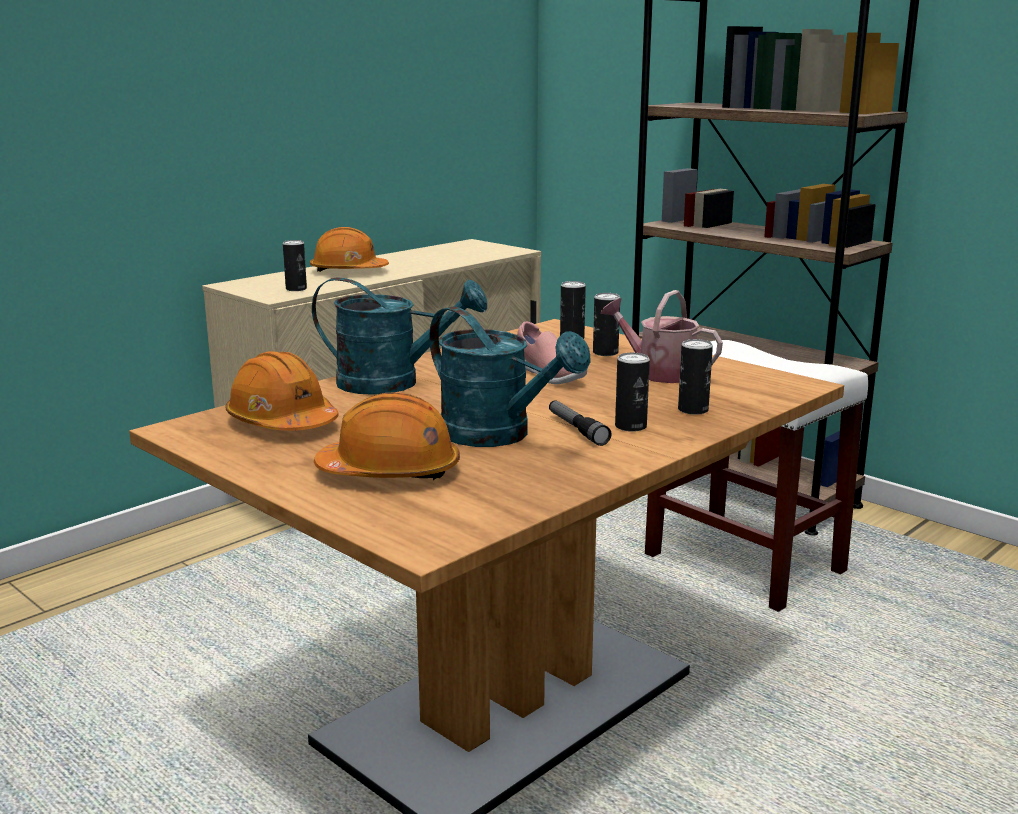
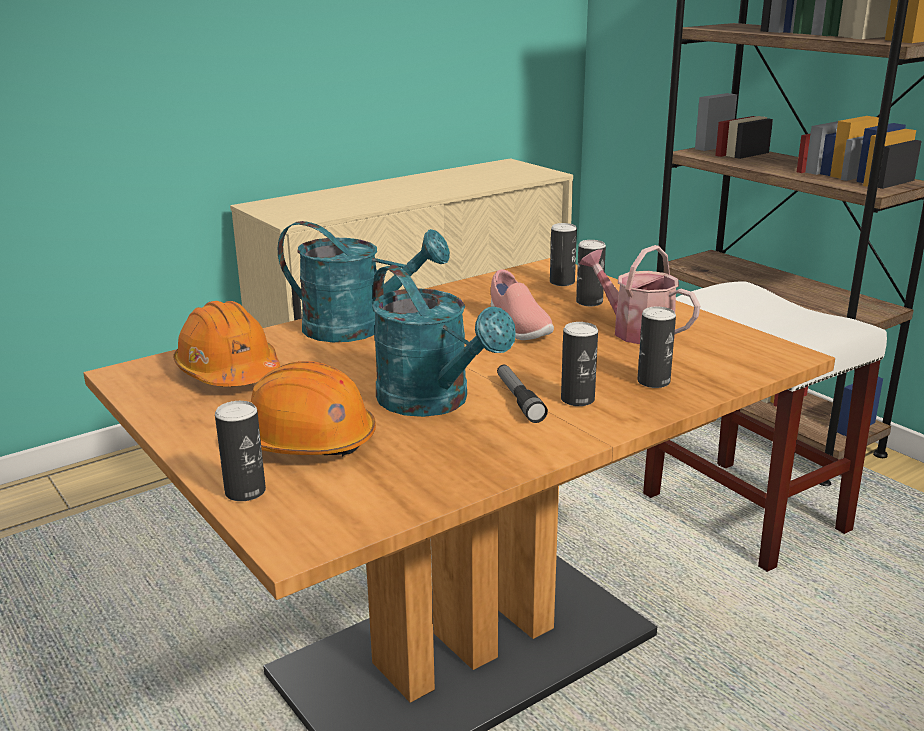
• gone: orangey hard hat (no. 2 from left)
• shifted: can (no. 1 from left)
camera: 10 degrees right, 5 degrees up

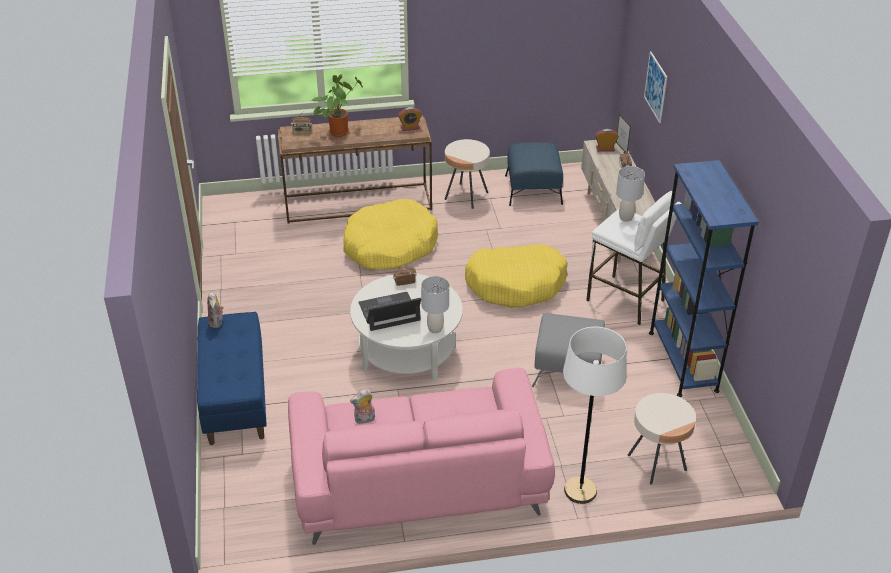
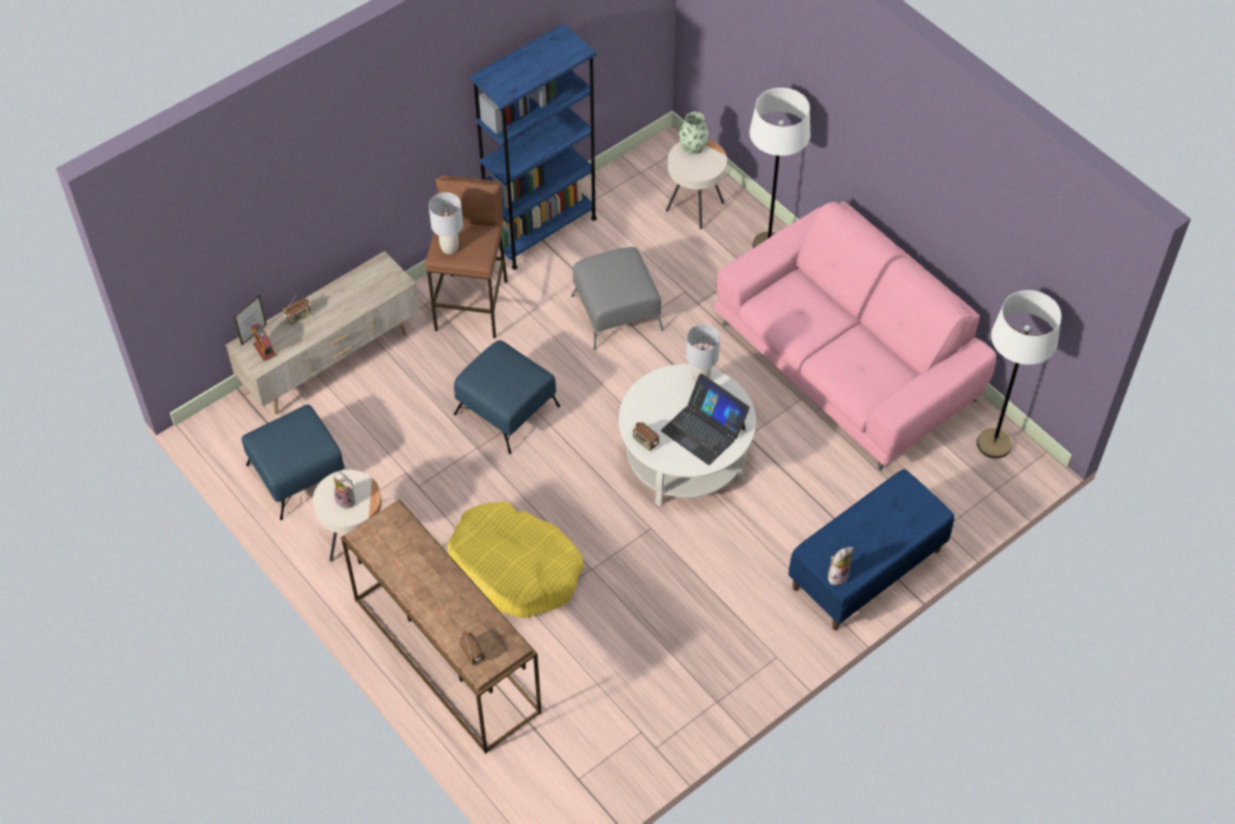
• gone: wall art
• gone: houseplant
• gone: alarm clock (no. 1 from left)
• repainted: white stool to brown stool
• swapped: yellow-coloured dog cushion (no. 2 from left) to blue ottoman (no. 2 from left)
• shifted: plush toy (no. 2 from left in the first image) to plush toy (no. 1 from left)
• new: decorative vase
• new: white standing lamp (no. 2 from left)
camera: 120 degrees left, 15 degrees up

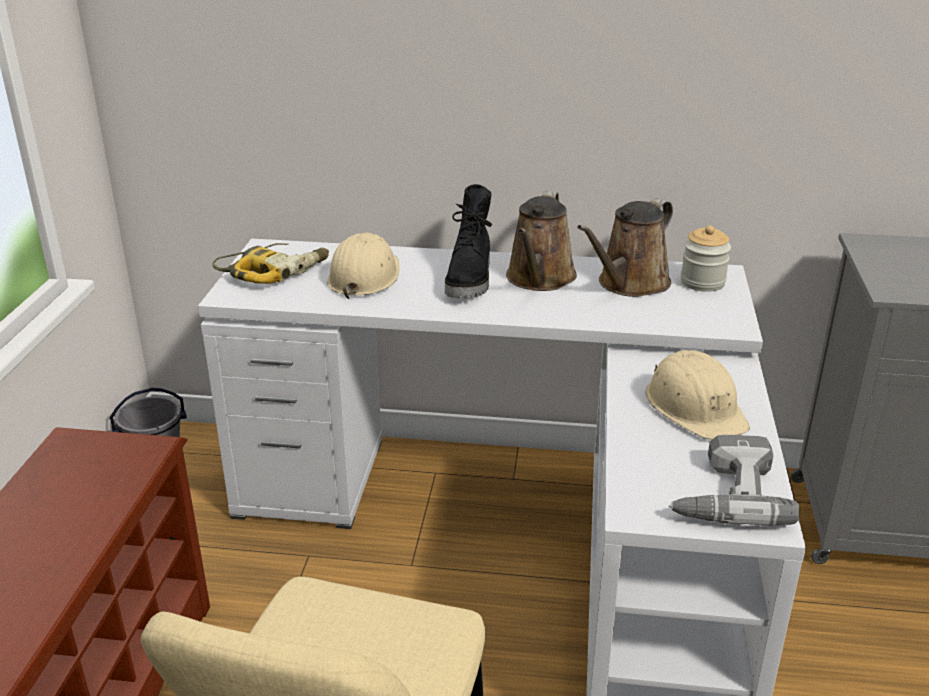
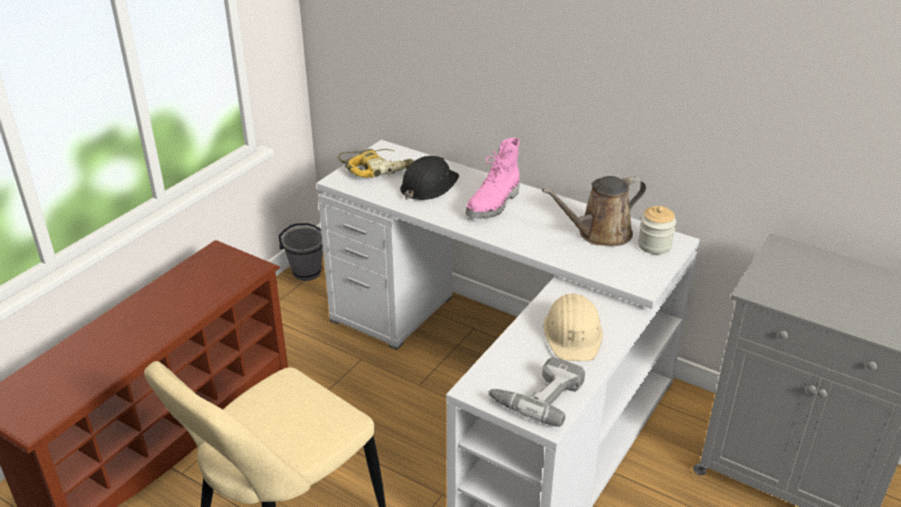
• repainted: black-coloured tall boot to pinkish tall boot
• gone: brown sprinkling can (no. 1 from left)
• repainted: sand-coloured hard hat (no. 1 from left) to black-coloured hard hat
camera: 25 degrees right, 5 degrees up

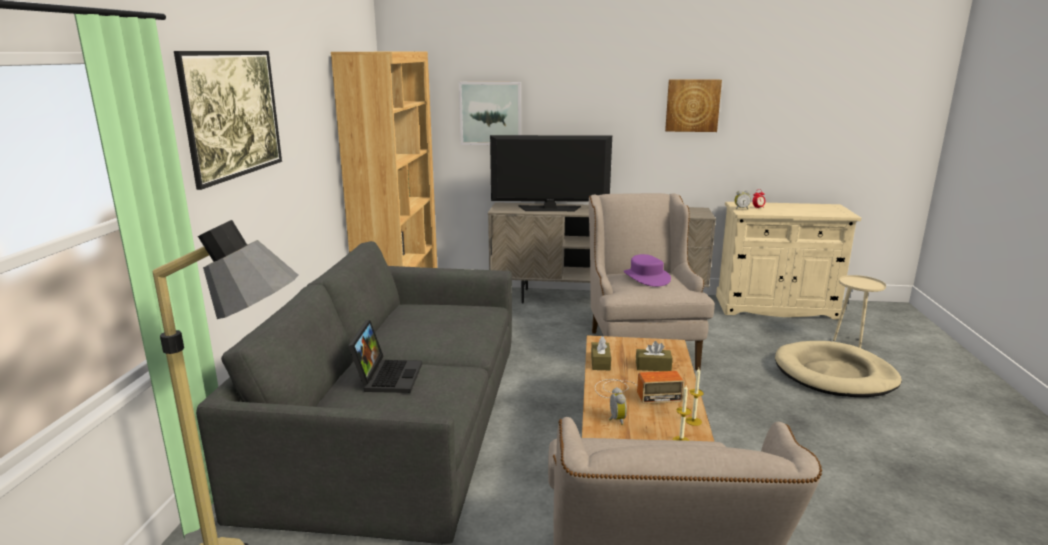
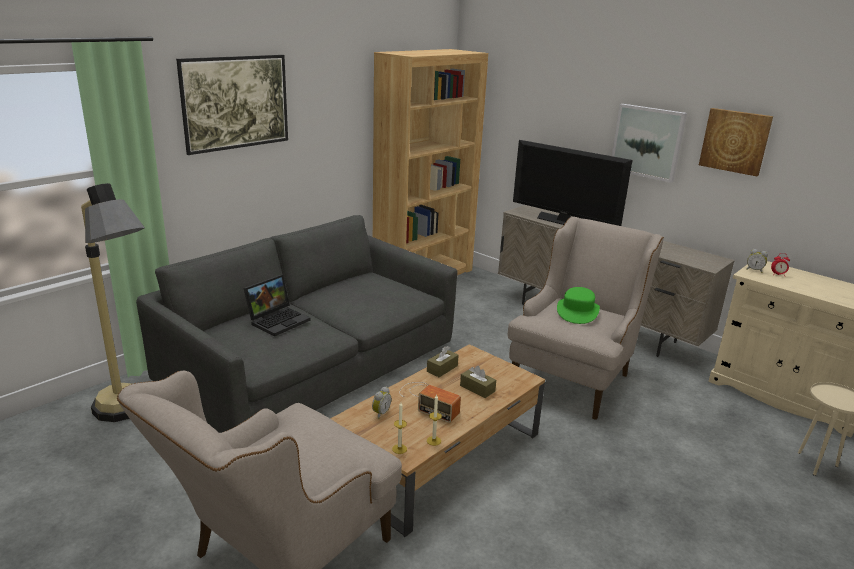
• shifted: wall art (no. 2 from left)
• repainted: purplish wearable hat to green wearable hat
• gone: sand-coloured dog cushion
camera: 35 degrees right, 5 degrees up

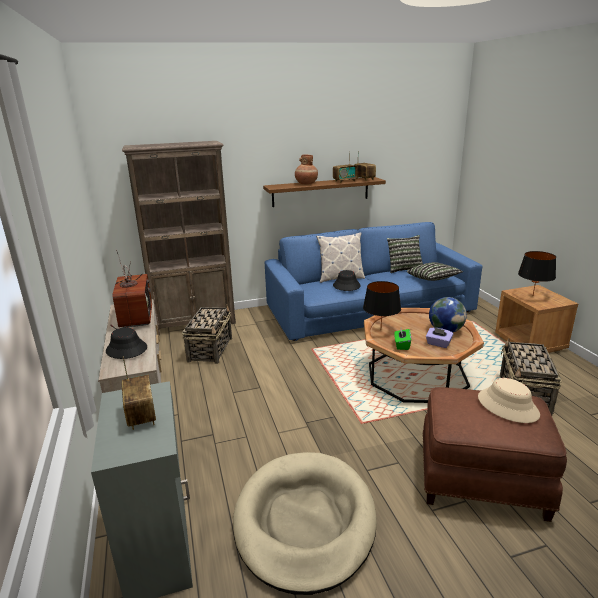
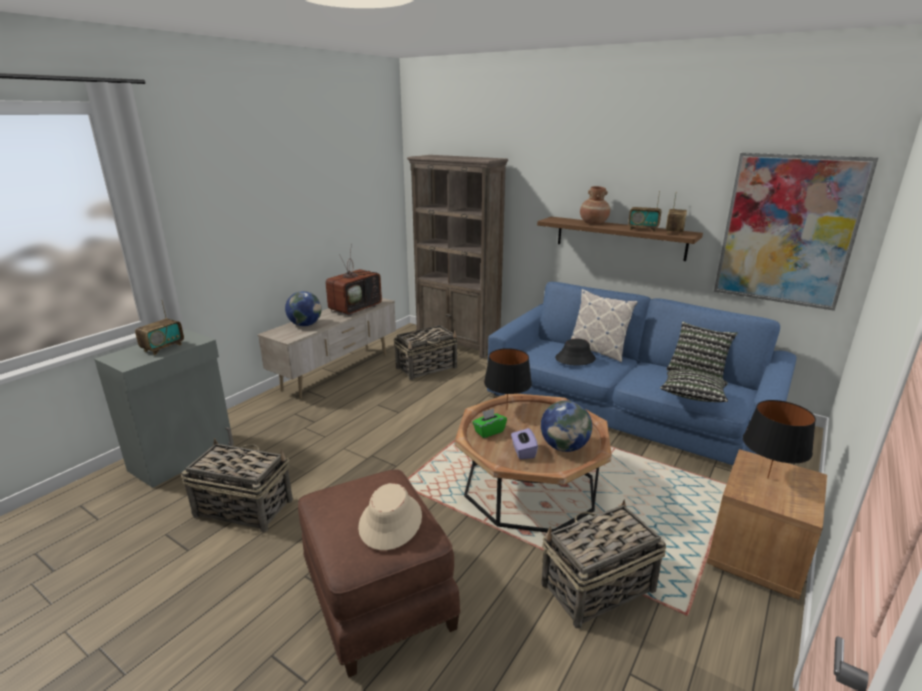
• swapped: black-coloured wearable hat (no. 1 from left) to desk globe (no. 1 from left)
• swapped: sand-coloured dog cushion to basket (no. 1 from left)
• new: wall art
camera: 50 degrees right, 0 degrees up

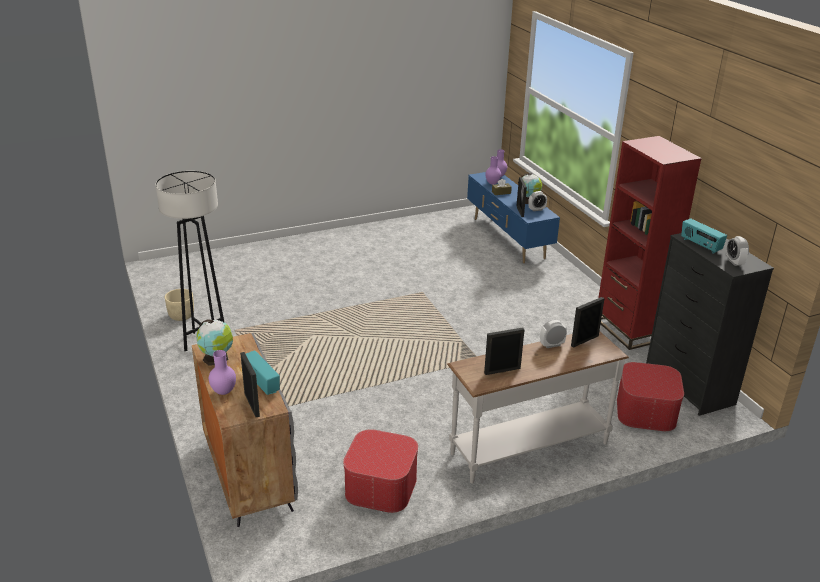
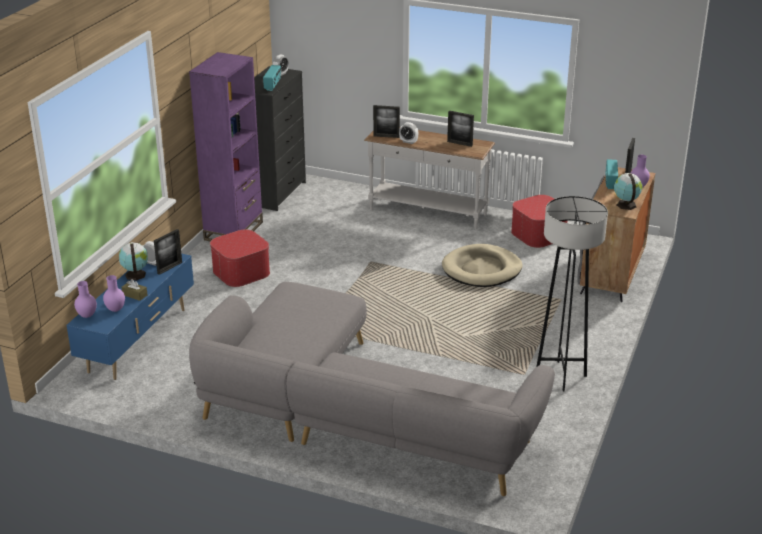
• repainted: reddish bookcase to purplish bookcase
• gone: sand-coloured flower pot
• shifted: ottoman (no. 2 from left in the first image) to ottoman (no. 1 from left)
• new: sand-coloured dog cushion
• new: grey couch
camera: 135 degrees left, 0 degrees up

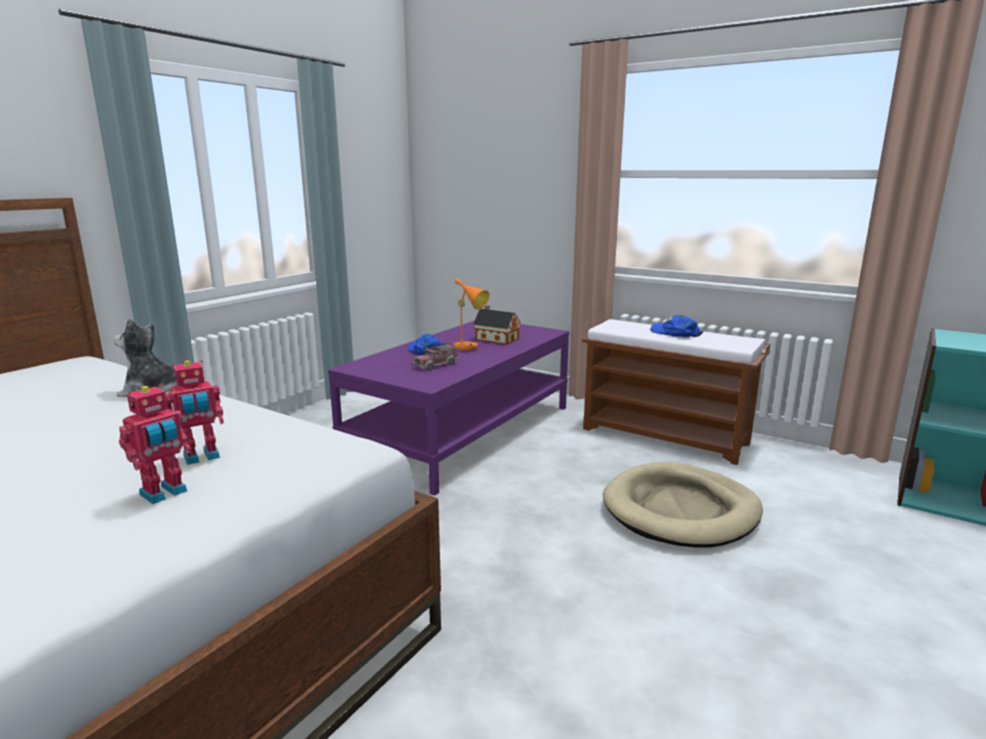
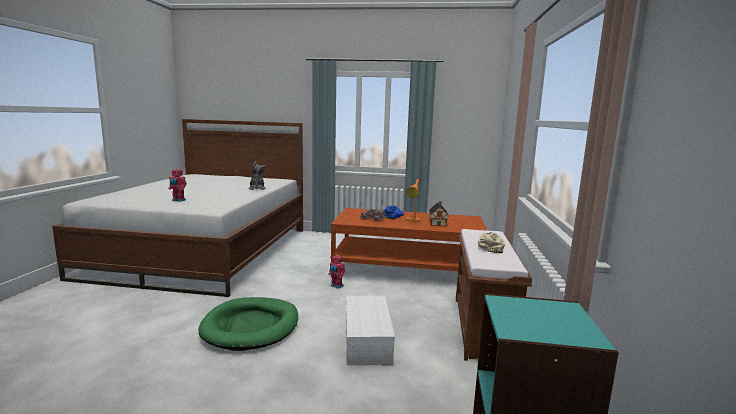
• repainted: blue peaked cap (no. 2 from left) to sand-coloured peaked cap
• repainted: purplish low table to brown low table
• shifted: toy robot (no. 2 from left)
• swapped: sand-coloured dog cushion to white storage box
• new: green dog cushion
camera: 65 degrees right, 5 degrees down

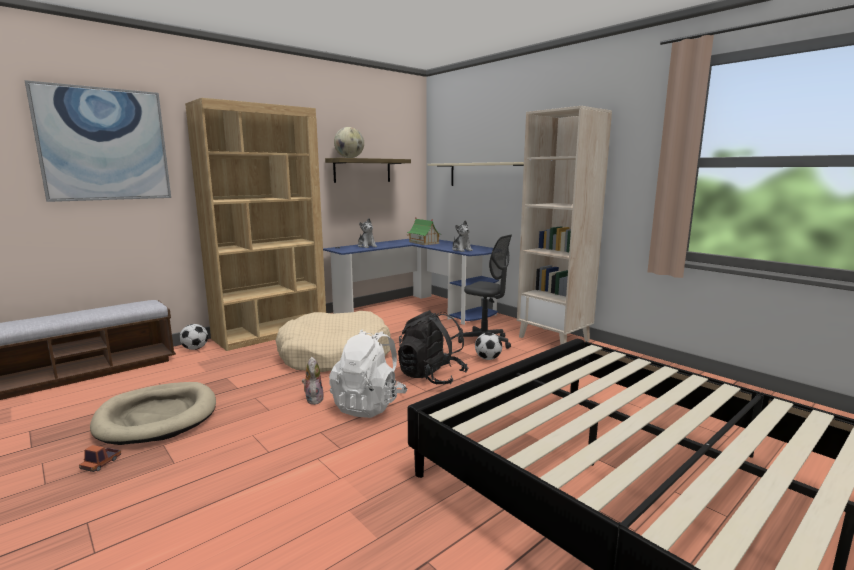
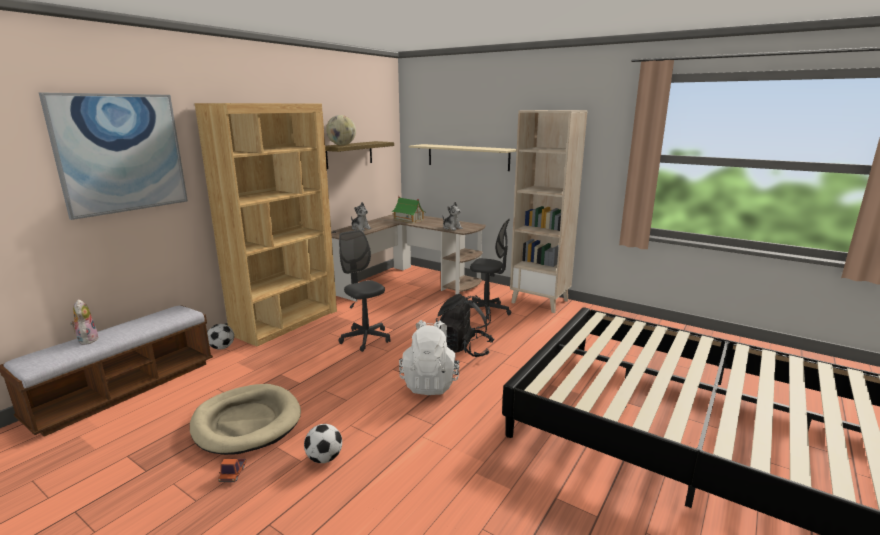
• repainted: blue desk unit to brown desk unit
• swapped: sand-coloured dog cushion (no. 2 from left) to grey desk chair (no. 1 from left)
• shifted: football (no. 2 from left)
• shifted: plush toy (no. 1 from left)
camera: 15 degrees left, 5 degrees up

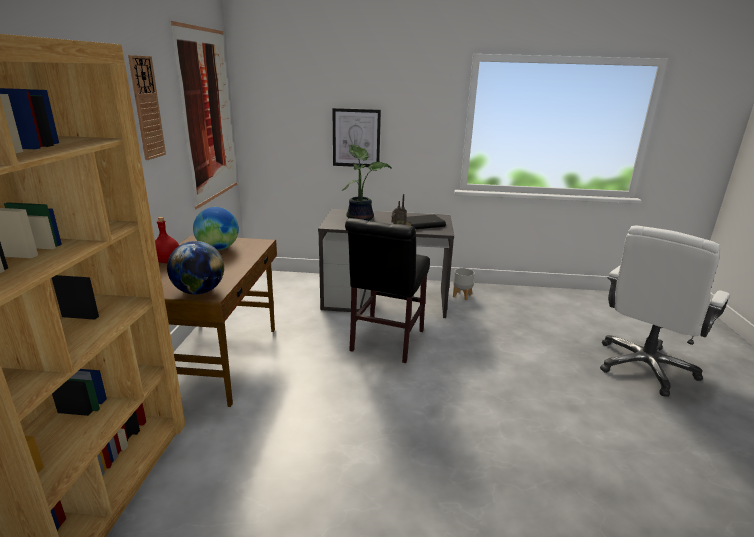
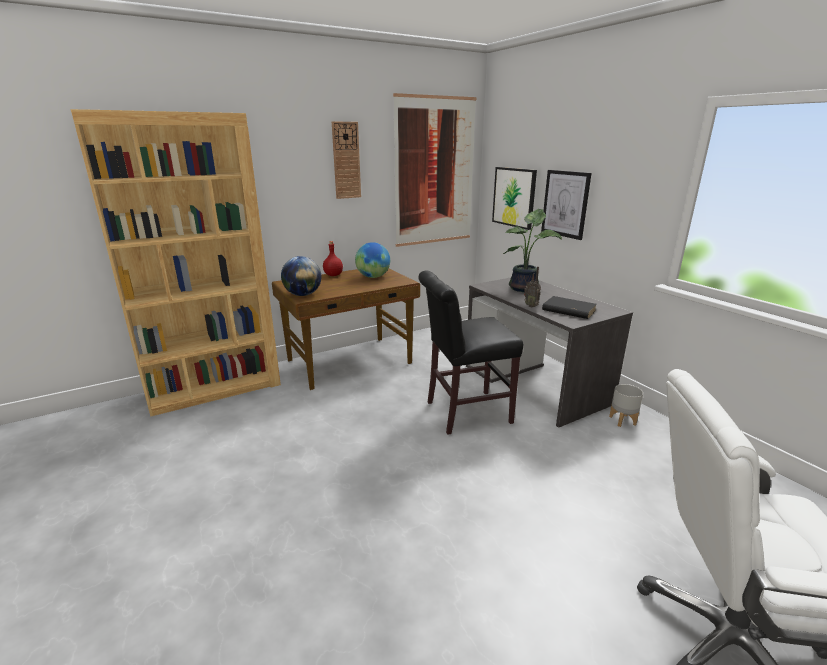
• new: wall art (no. 2 from left)
camera: 55 degrees right, 0 degrees up

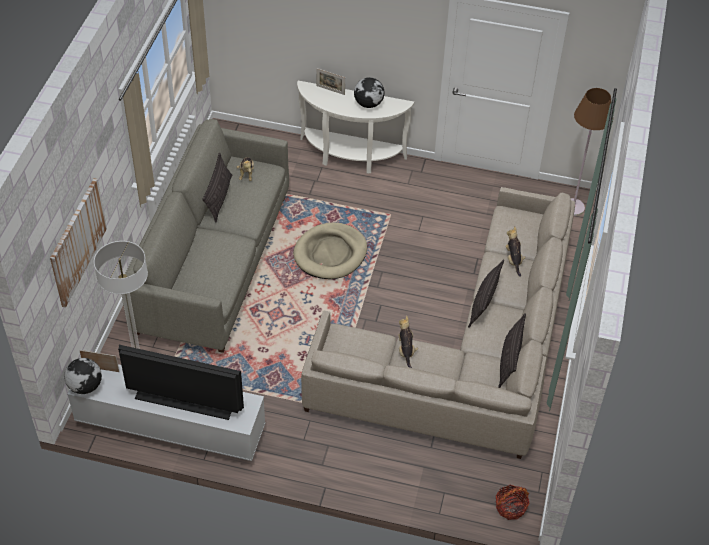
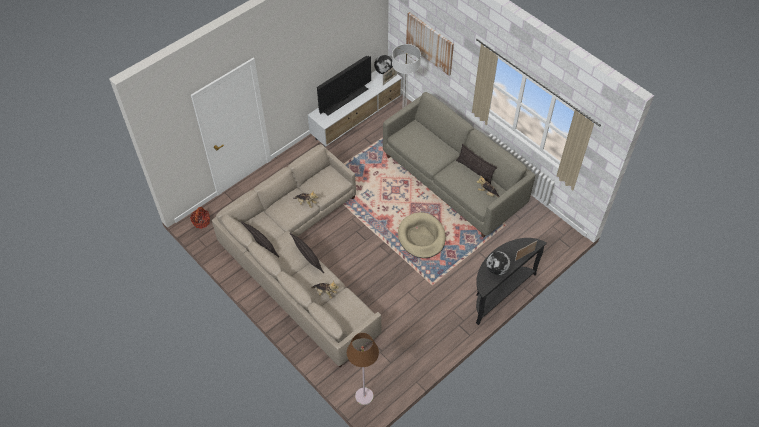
• repainted: white console table to black-coloured console table
camera: 125 degrees right, 5 degrees up

